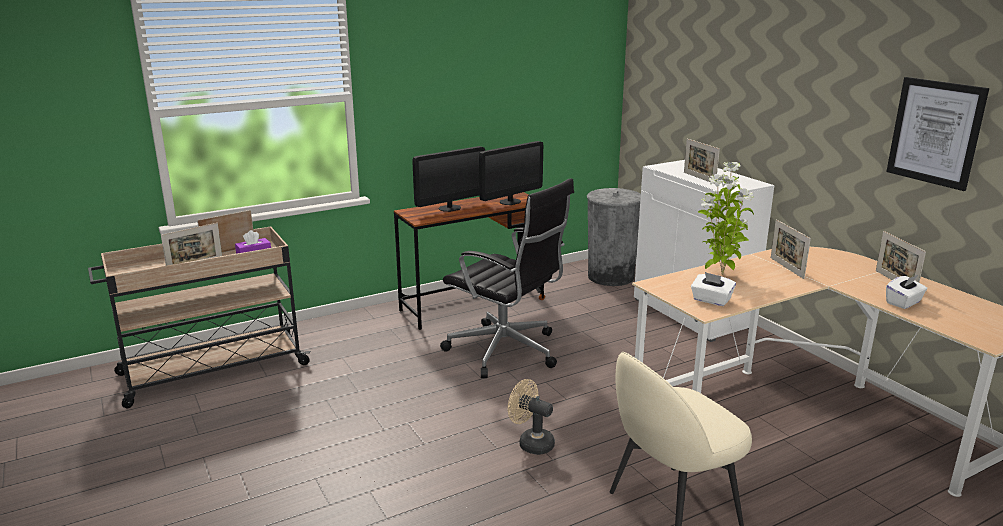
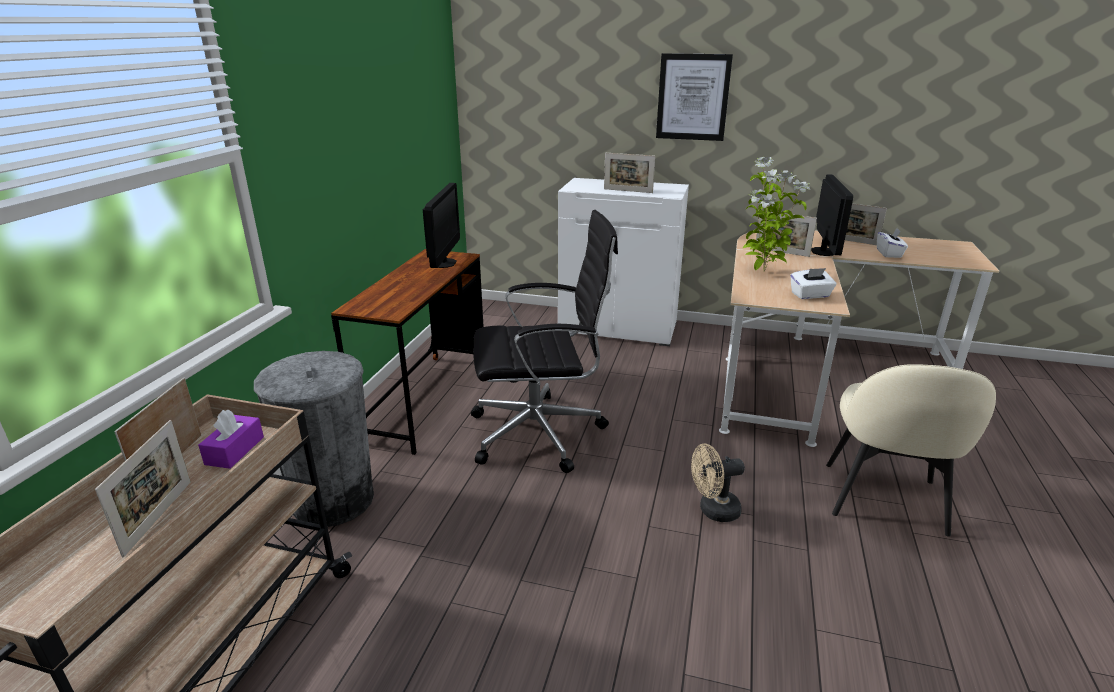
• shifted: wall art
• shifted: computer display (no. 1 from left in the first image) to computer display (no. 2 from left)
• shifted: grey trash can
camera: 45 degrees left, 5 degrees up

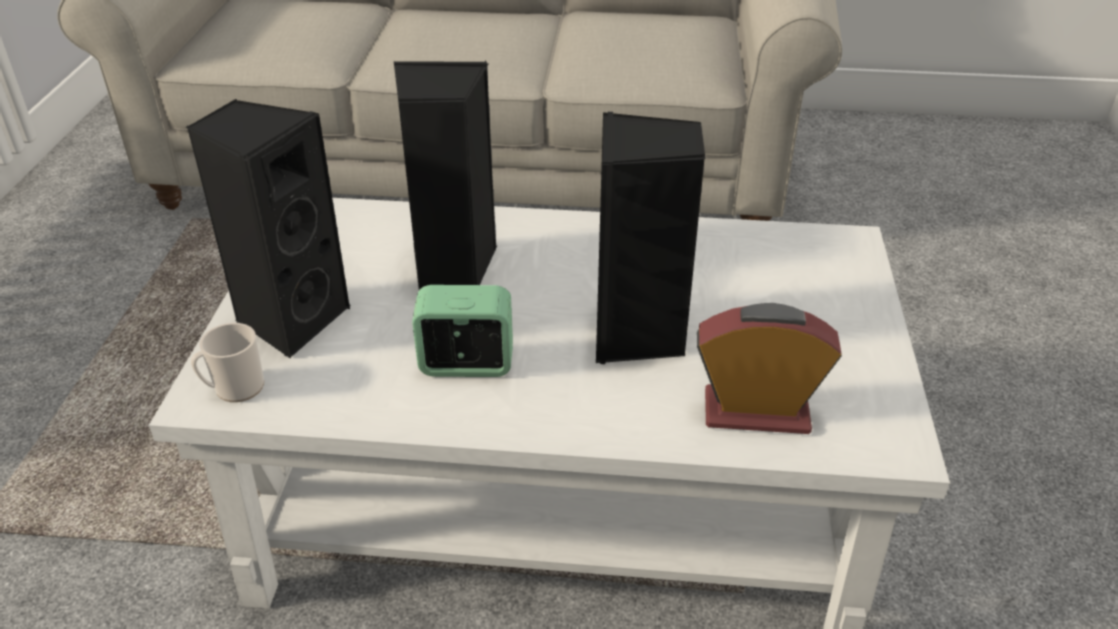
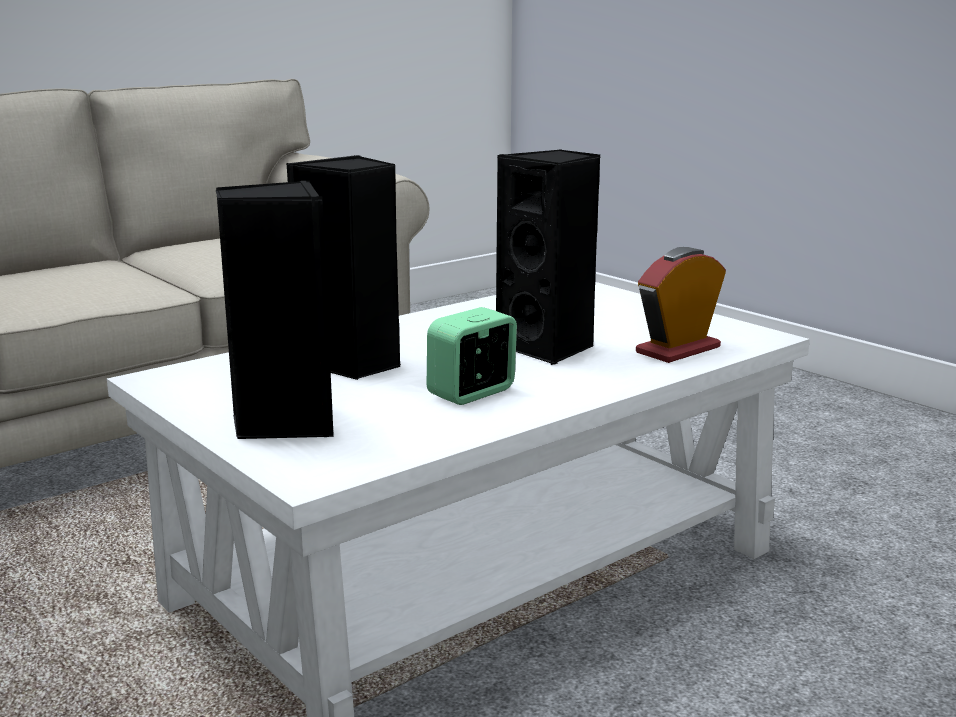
• gone: coffee mug
camera: 45 degrees left, 20 degrees down

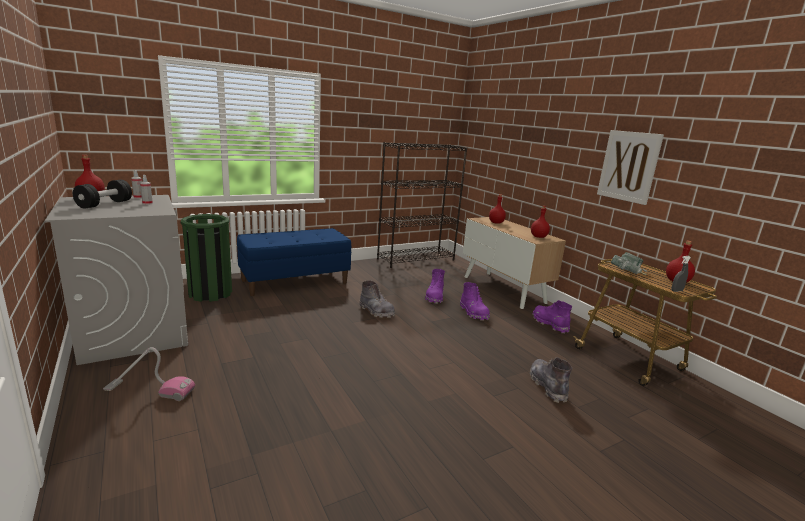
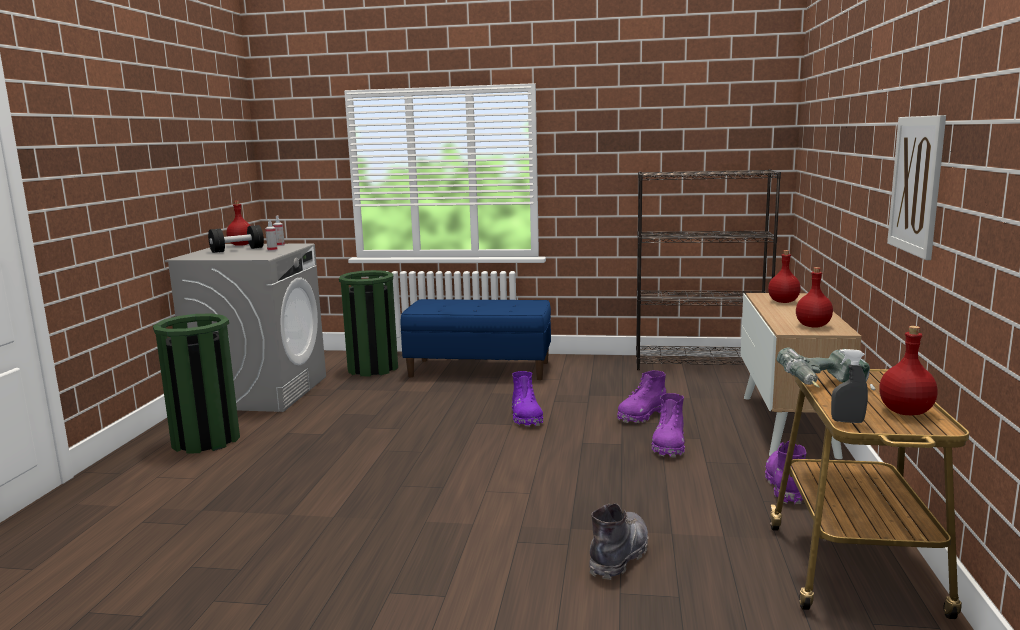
• repainted: grey tall boot (no. 1 from left) to purplish tall boot (no. 1 from left)
• swapped: vacuum cleaner to green trash can (no. 1 from left)
camera: 40 degrees right, 5 degrees down

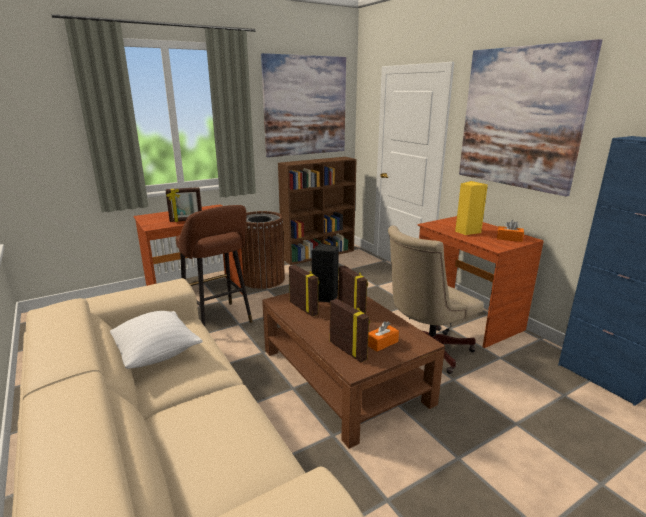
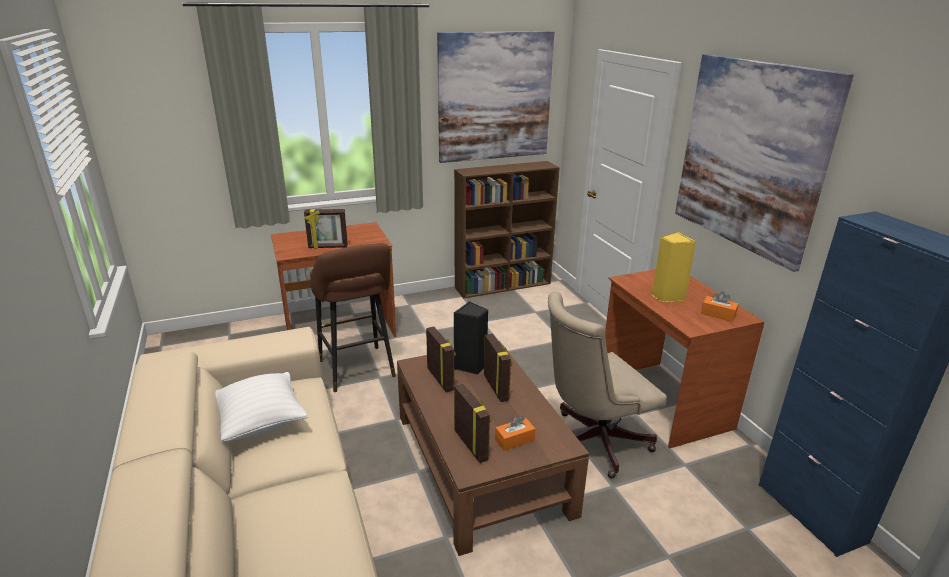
• gone: brown trash can
camera: 10 degrees right, 5 degrees up

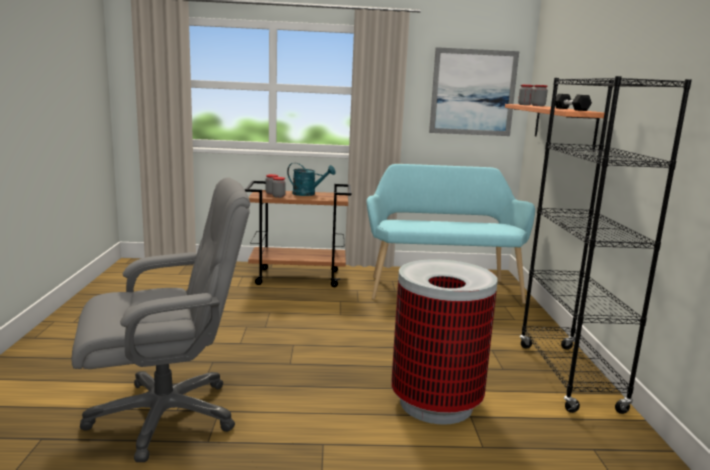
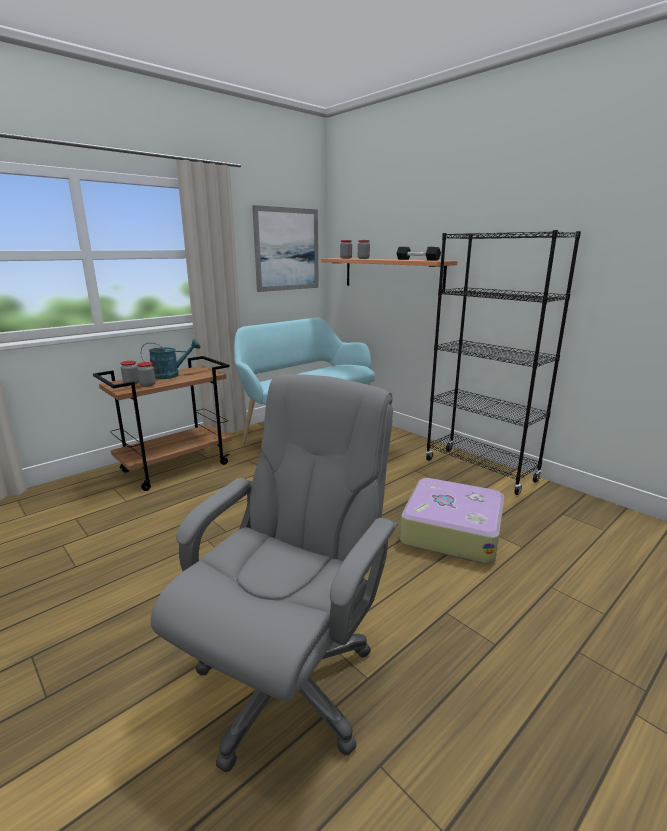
• swapped: trash can to travel case
camera: 40 degrees left, 5 degrees up

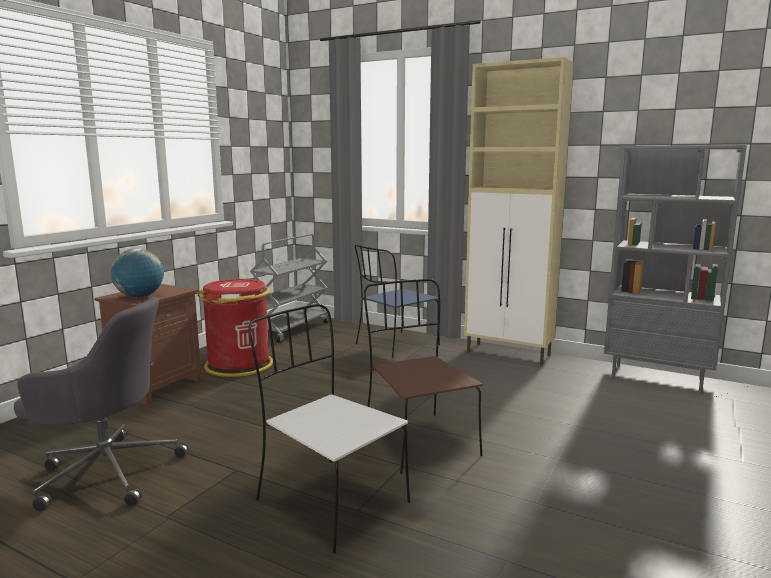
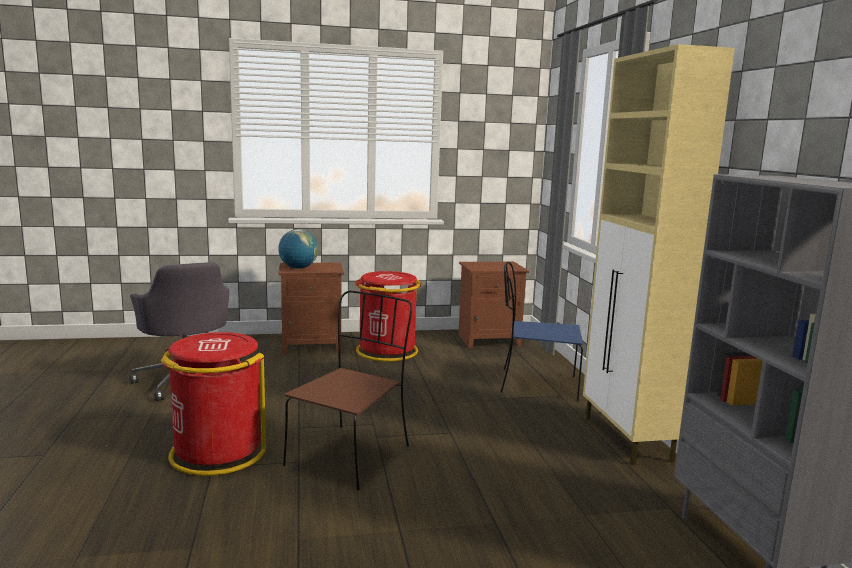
• swapped: grey cart to brown night table (no. 2 from left)
• swapped: white plain chair to reddish trash can (no. 1 from left)
camera: 50 degrees right, 0 degrees up

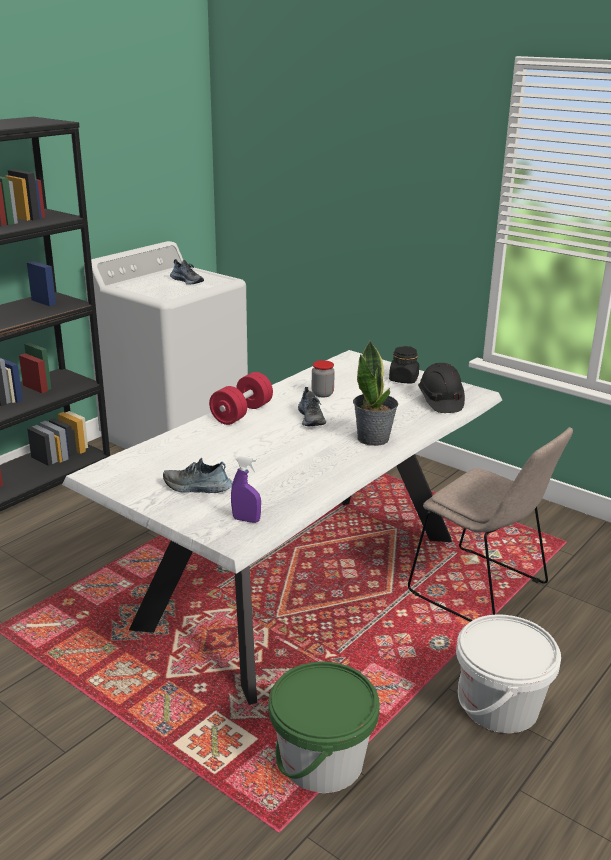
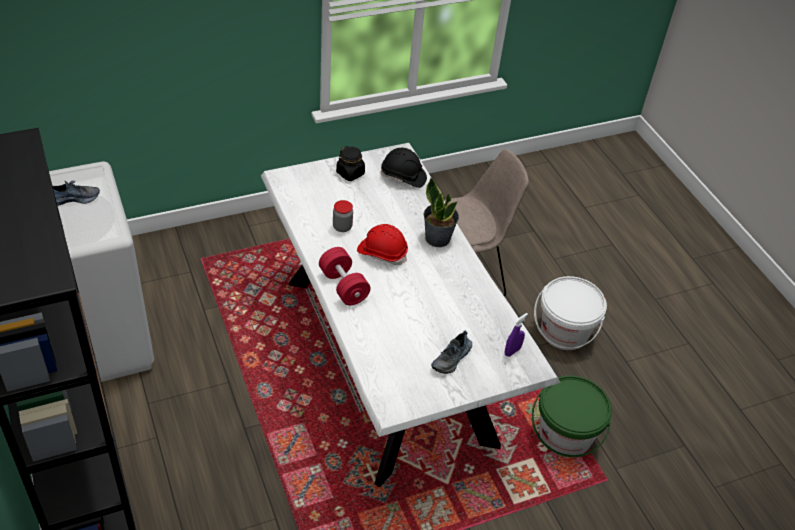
• swapped: item of footwear (no. 3 from left) to reddish hard hat
camera: 65 degrees left, 20 degrees up

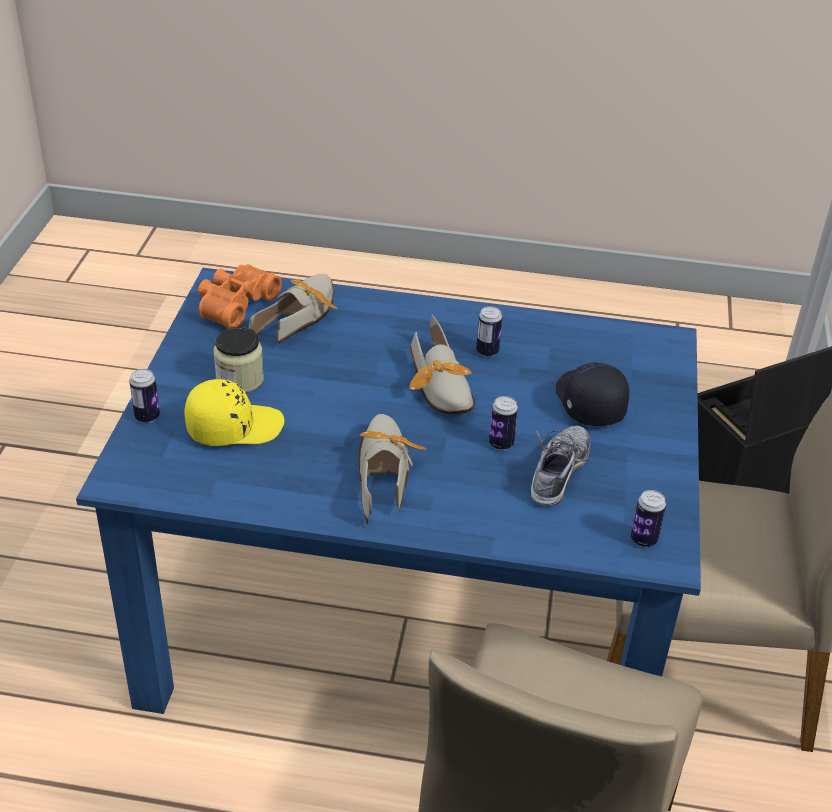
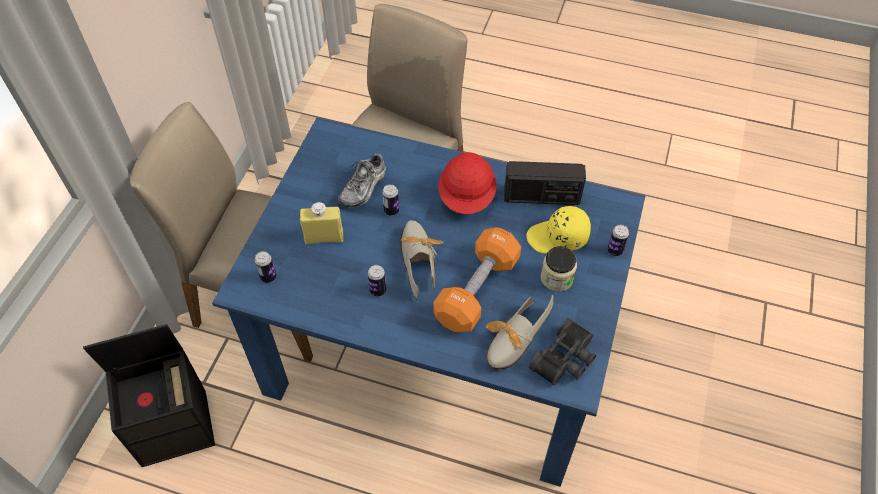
• repainted: orangey binoculars to black-coloured binoculars
• swapped: black-coloured peaked cap to yellow-coloured beverage bottle
• swapped: item of footwear (no. 2 from left) to reddish hard hat
• shifted: can (no. 4 from left in the first image) to can (no. 1 from left)
• new: radio receiver
• new: orangey hand weight
camera: 170 degrees left, 15 degrees up

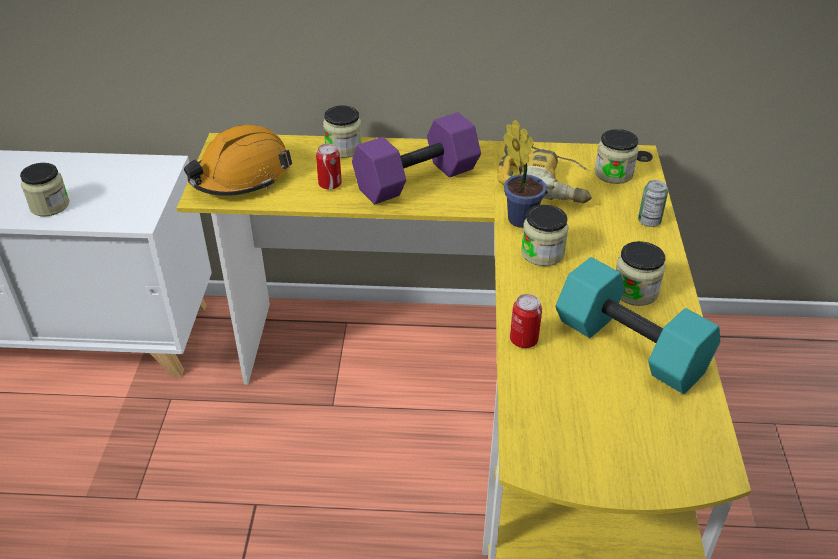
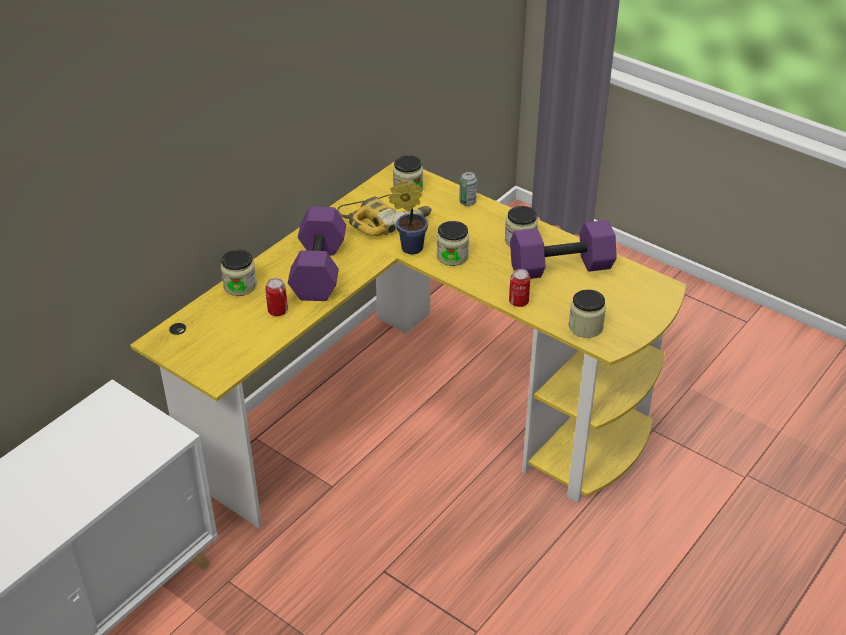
• gone: orangey hard hat
• shifted: preserve jar (no. 1 from left in the first image) to preserve jar (no. 5 from left)
• repainted: turquoise-coloured hand weight to purplish hand weight (no. 2 from left)
camera: 55 degrees left, 0 degrees up

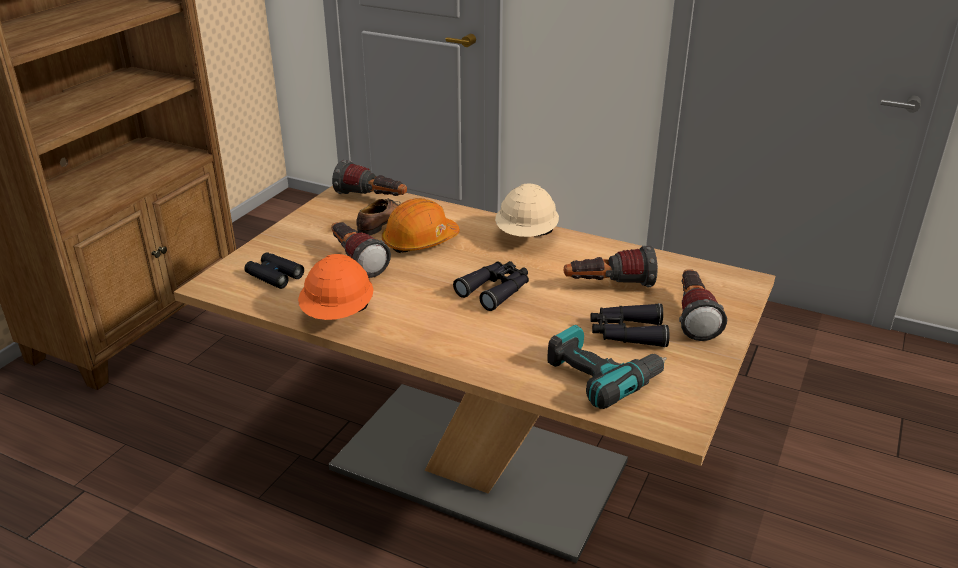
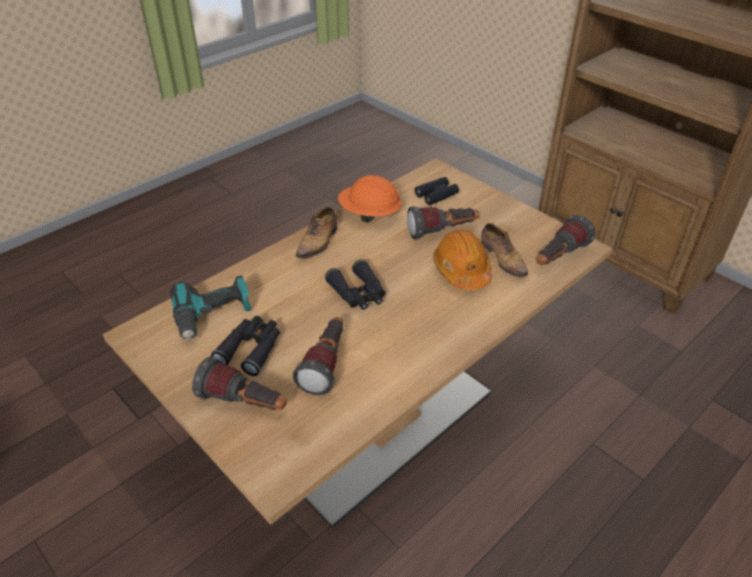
• gone: sand-coloured hard hat
• new: item of footwear (no. 1 from left)
camera: 110 degrees right, 10 degrees up

